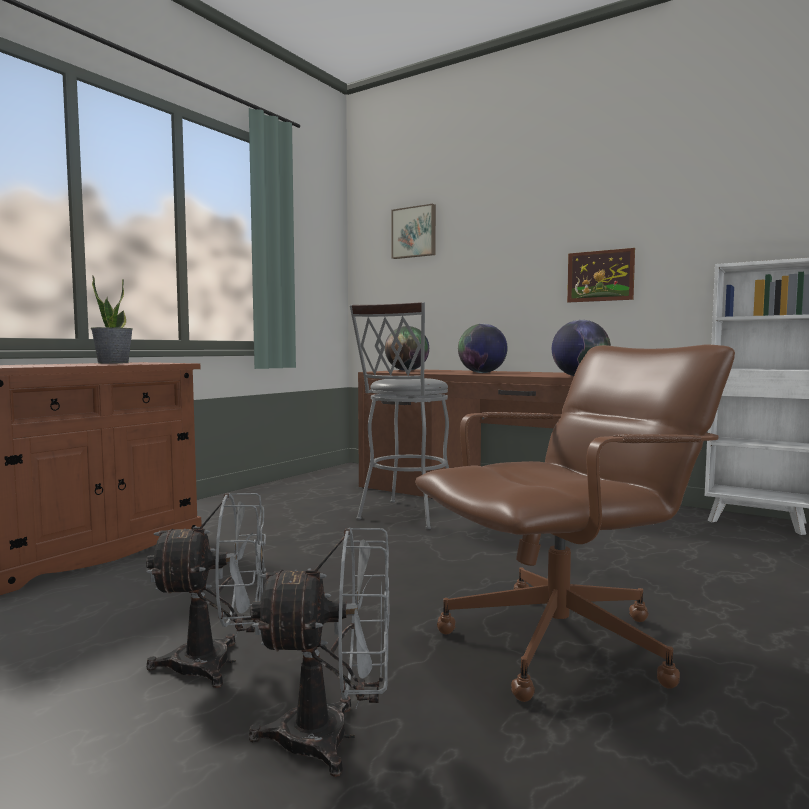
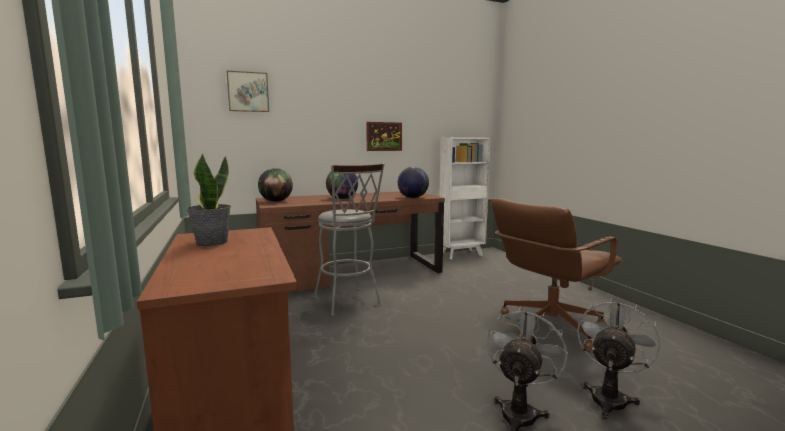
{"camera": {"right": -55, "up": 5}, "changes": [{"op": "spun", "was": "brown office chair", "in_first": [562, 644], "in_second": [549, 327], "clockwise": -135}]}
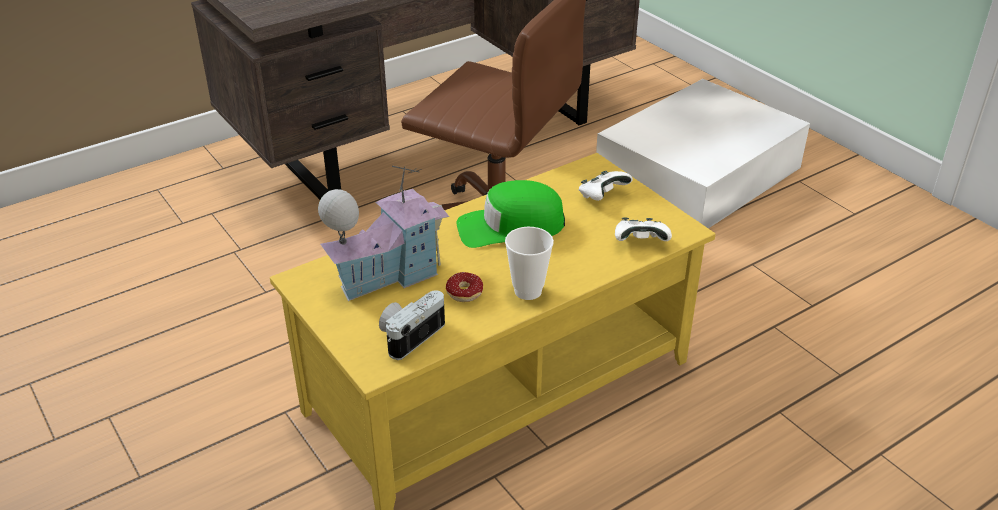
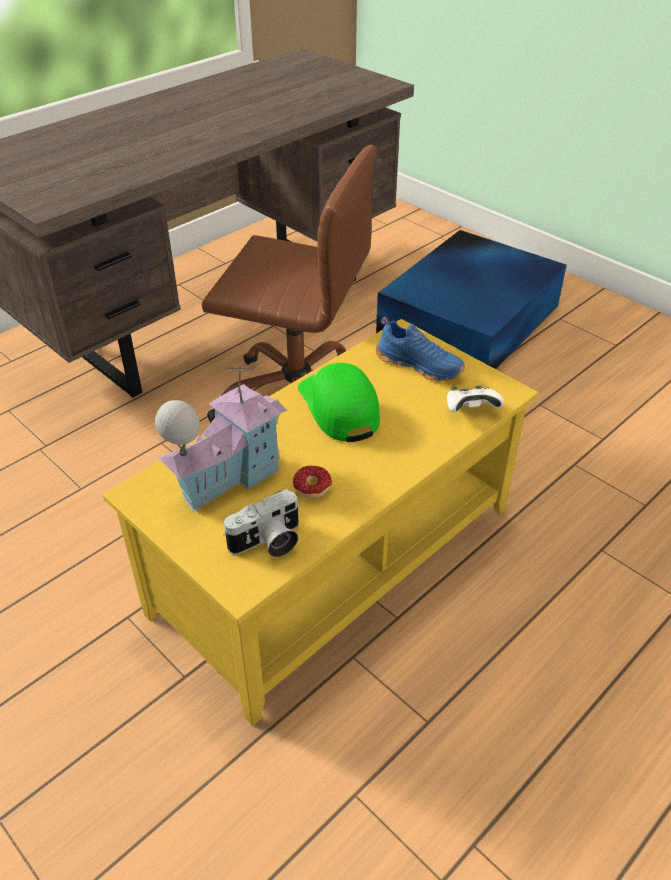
{"camera": {"right": -10, "up": 5}, "changes": [{"op": "spun", "was": "photo camera", "in_first": [410, 335], "in_second": [268, 543], "clockwise": -150}, {"op": "spun", "was": "green cap", "in_first": [510, 226], "in_second": [339, 407], "clockwise": 90}, {"op": "missing", "was": "cup", "in_first": [528, 291]}, {"op": "exchanged", "was": "white game controller", "now": "blue shoe", "in_first": [602, 196], "in_second": [420, 364]}, {"op": "colour", "was": "white storage box", "now": "blue storage box", "in_first": [700, 172], "in_second": [471, 319]}]}
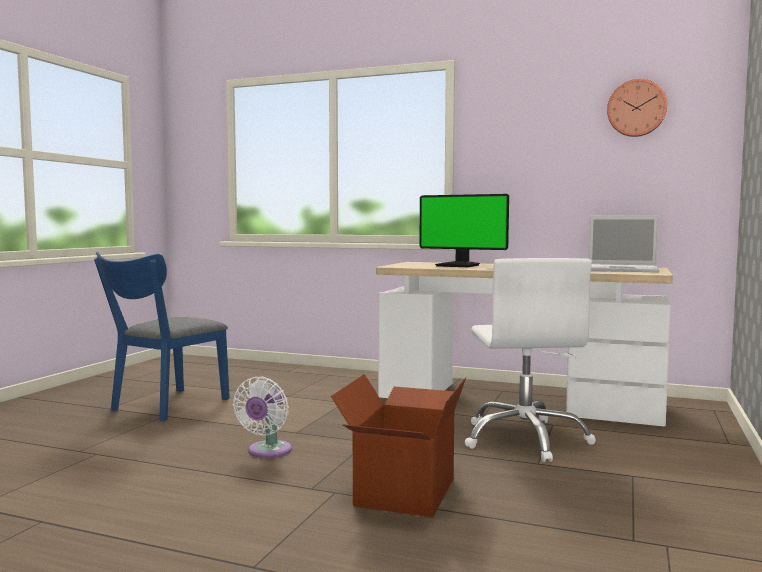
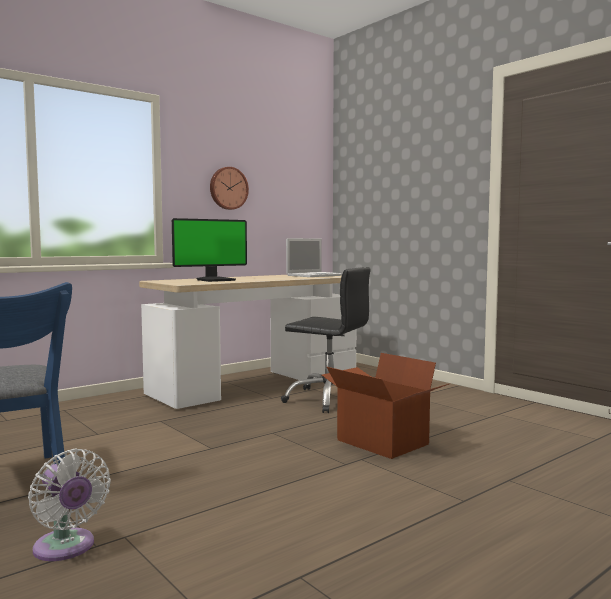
{"camera": {"right": -60, "up": 0}, "changes": [{"op": "relocated", "was": "white fan", "in_first": [267, 452], "in_second": [66, 548]}, {"op": "colour", "was": "white office chair", "now": "black office chair", "in_first": [525, 439], "in_second": [329, 399]}, {"op": "relocated", "was": "wall clock", "in_first": [636, 108], "in_second": [228, 188]}]}
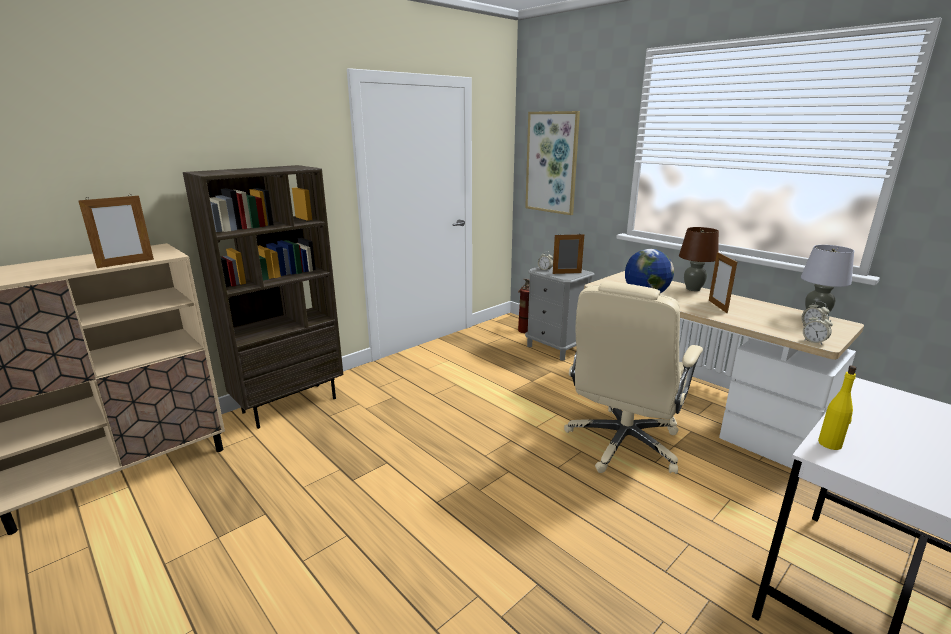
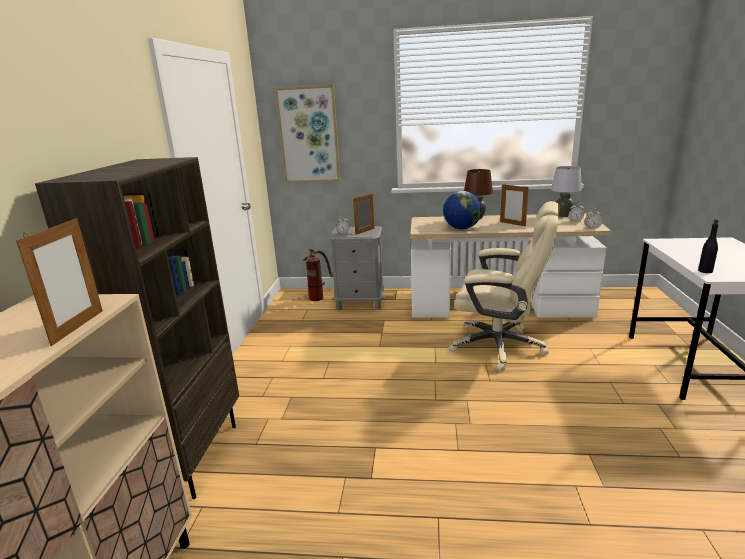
{"camera": {"right": -40, "up": 0}, "changes": [{"op": "spun", "was": "beige office chair", "in_first": [623, 444], "in_second": [500, 346], "clockwise": -60}, {"op": "colour", "was": "yellow bottle", "now": "black bottle", "in_first": [830, 444], "in_second": [705, 271]}]}
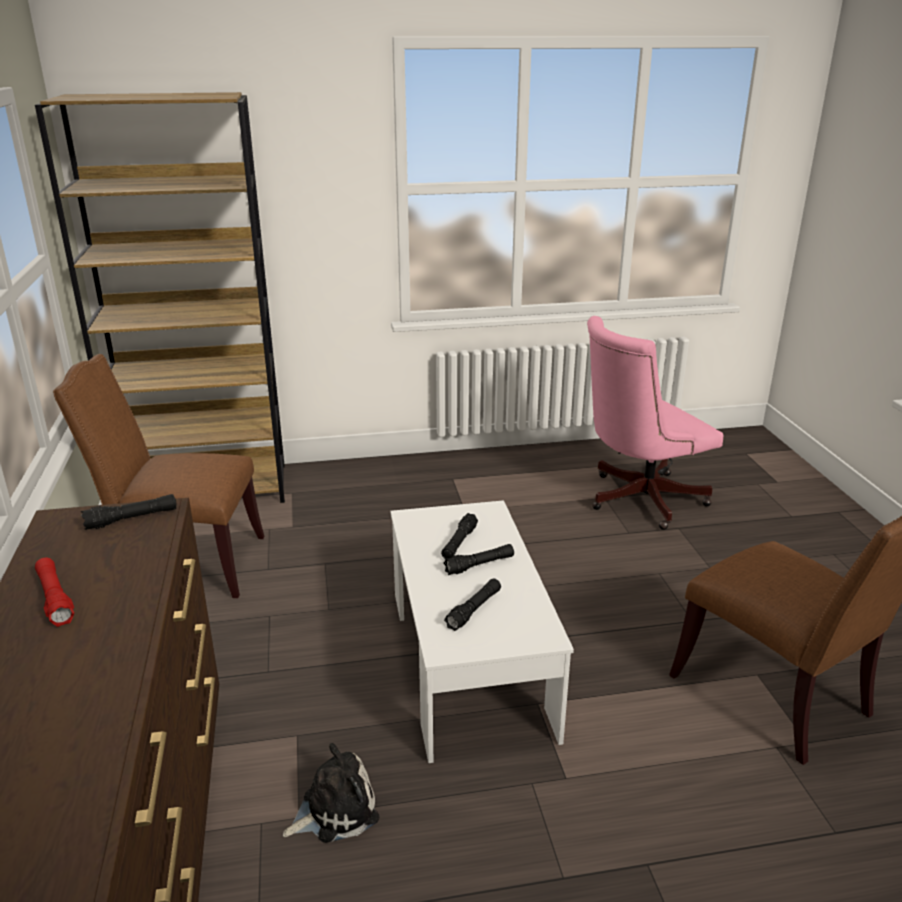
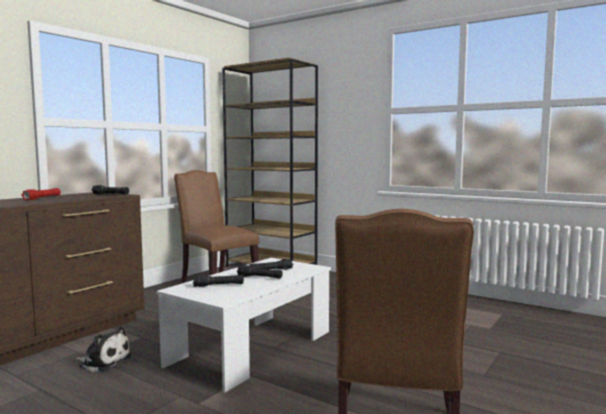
{"camera": {"right": 45, "up": -20}, "changes": [{"op": "missing", "was": "pink office chair", "in_first": [638, 499]}]}
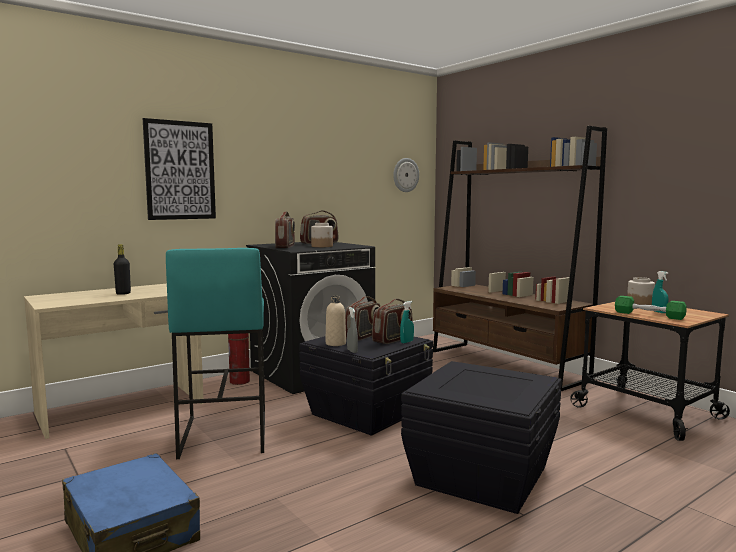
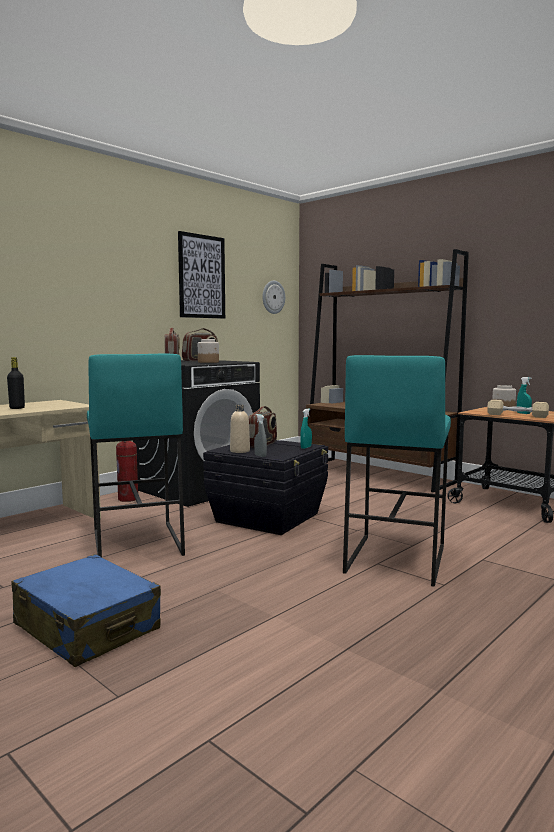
{"camera": {"right": -10, "up": 0}, "changes": [{"op": "relocated", "was": "picture", "in_first": [180, 170], "in_second": [201, 276]}, {"op": "missing", "was": "radio", "in_first": [393, 339]}, {"op": "exchanged", "was": "black storage box", "now": "turquoise stool", "in_first": [481, 475], "in_second": [394, 559]}, {"op": "colour", "was": "green dumbbell", "now": "beige dumbbell", "in_first": [649, 315], "in_second": [517, 415]}]}
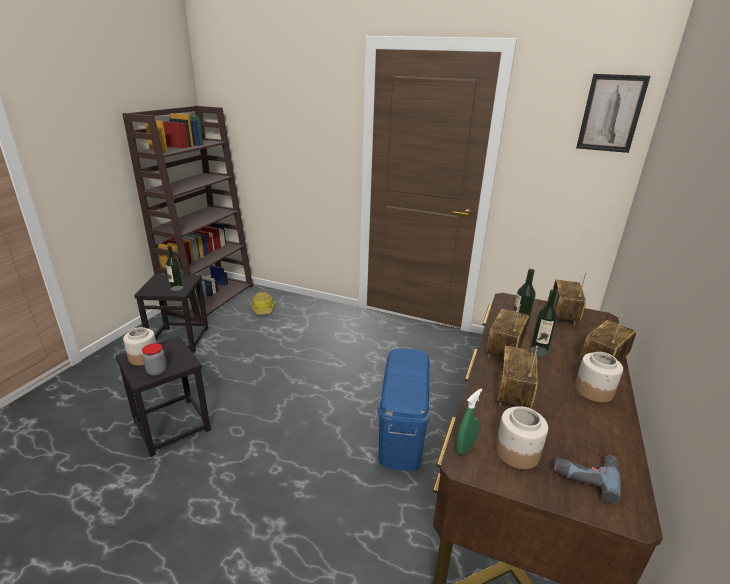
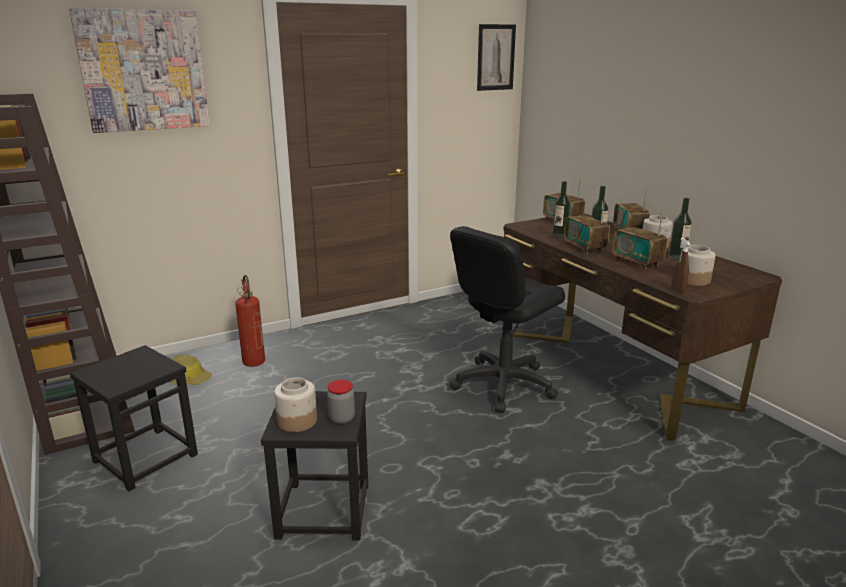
{"camera": {"right": -50, "up": -5}, "changes": [{"op": "relocated", "was": "bottle", "in_first": [177, 288], "in_second": [677, 257]}, {"op": "exchanged", "was": "blue storage box", "now": "black office chair", "in_first": [401, 434], "in_second": [503, 384]}, {"op": "colour", "was": "green spray bottle", "now": "brown spray bottle", "in_first": [465, 448], "in_second": [677, 290]}, {"op": "missing", "was": "power drill", "in_first": [585, 473]}, {"op": "appeared", "now": "picture", "in_second": [144, 71]}, {"op": "appeared", "now": "fire extinguisher", "in_second": [254, 364]}]}
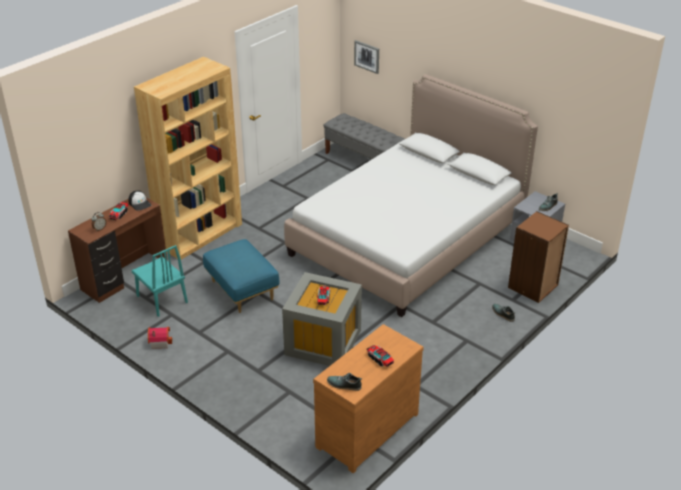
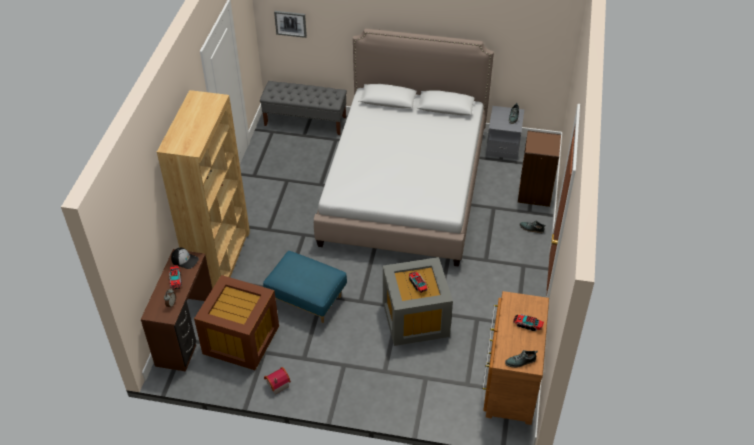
{"camera": {"right": -30, "up": 10}, "changes": [{"op": "exchanged", "was": "turquoise chair", "now": "brown storage box", "in_first": [162, 299], "in_second": [241, 340]}]}
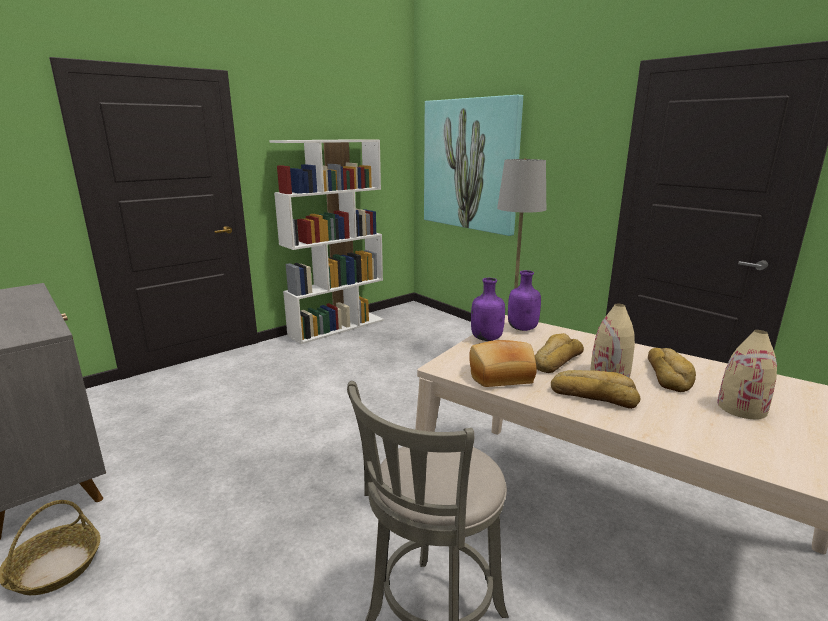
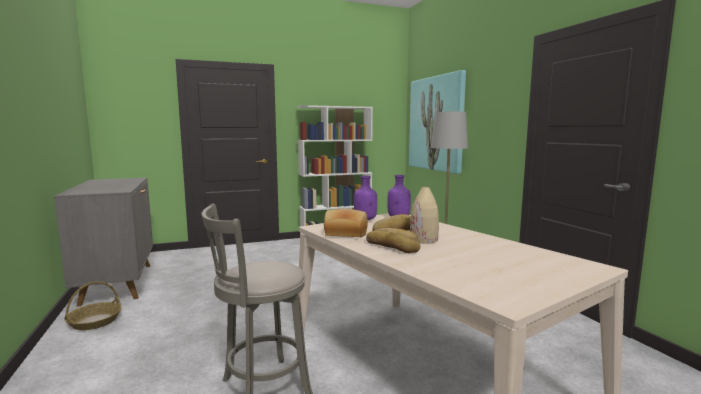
{"camera": {"right": 20, "up": -10}, "changes": [{"op": "missing", "was": "bread", "in_first": [668, 375]}, {"op": "missing", "was": "beige vase", "in_first": [742, 408]}]}
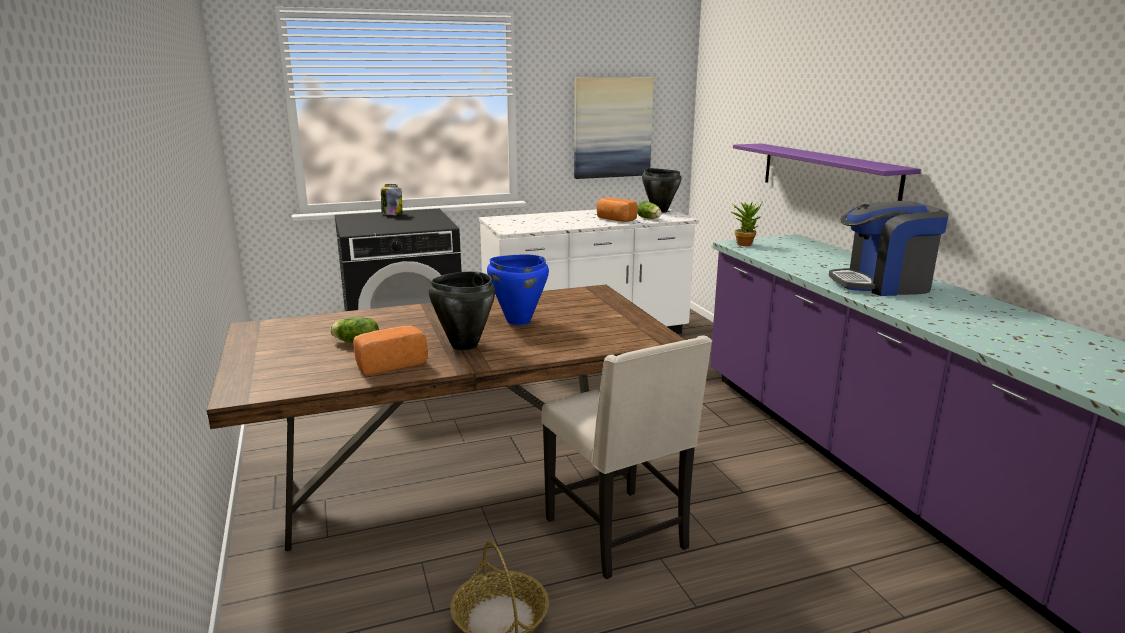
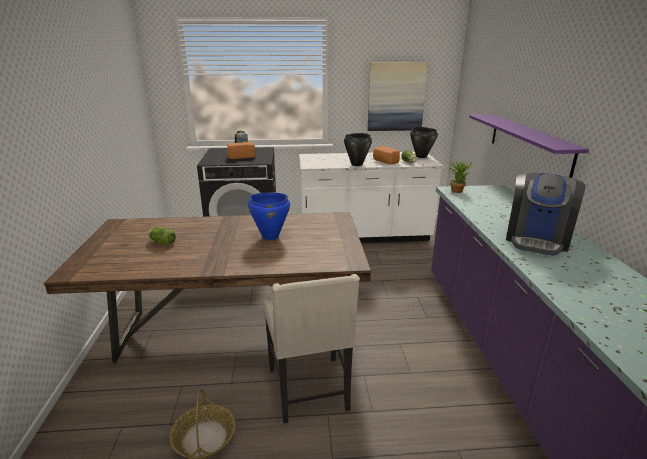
{"camera": {"right": 15, "up": 5}, "changes": [{"op": "relocated", "was": "bread", "in_first": [389, 364], "in_second": [241, 157]}, {"op": "relocated", "was": "black cooking pot", "in_first": [464, 345], "in_second": [356, 164]}, {"op": "spun", "was": "coffee machine", "in_first": [882, 285], "in_second": [537, 239], "clockwise": -75}]}
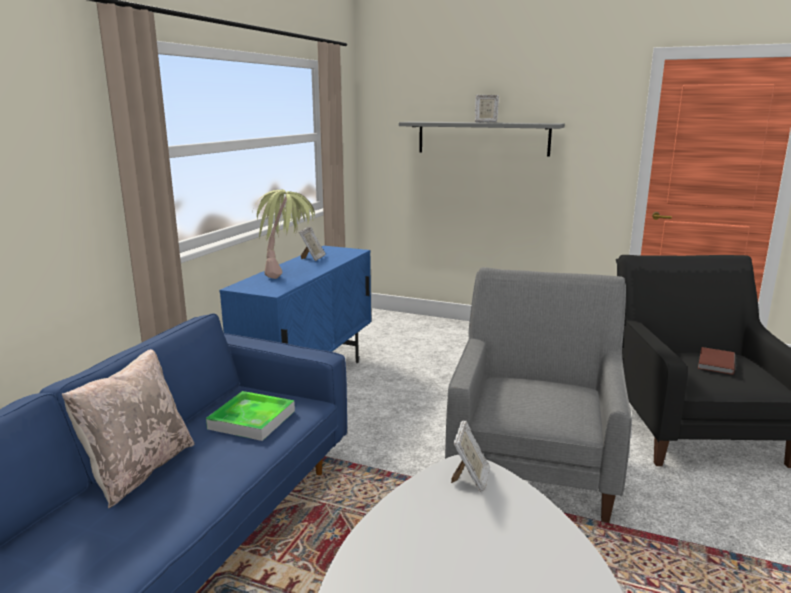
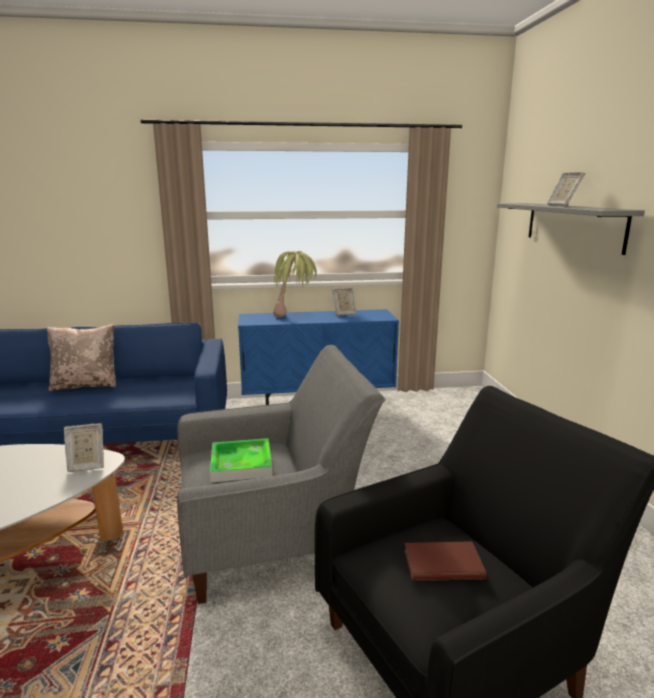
{"camera": {"right": 60, "up": 0}, "changes": [{"op": "relocated", "was": "tray", "in_first": [252, 420], "in_second": [241, 464]}]}
